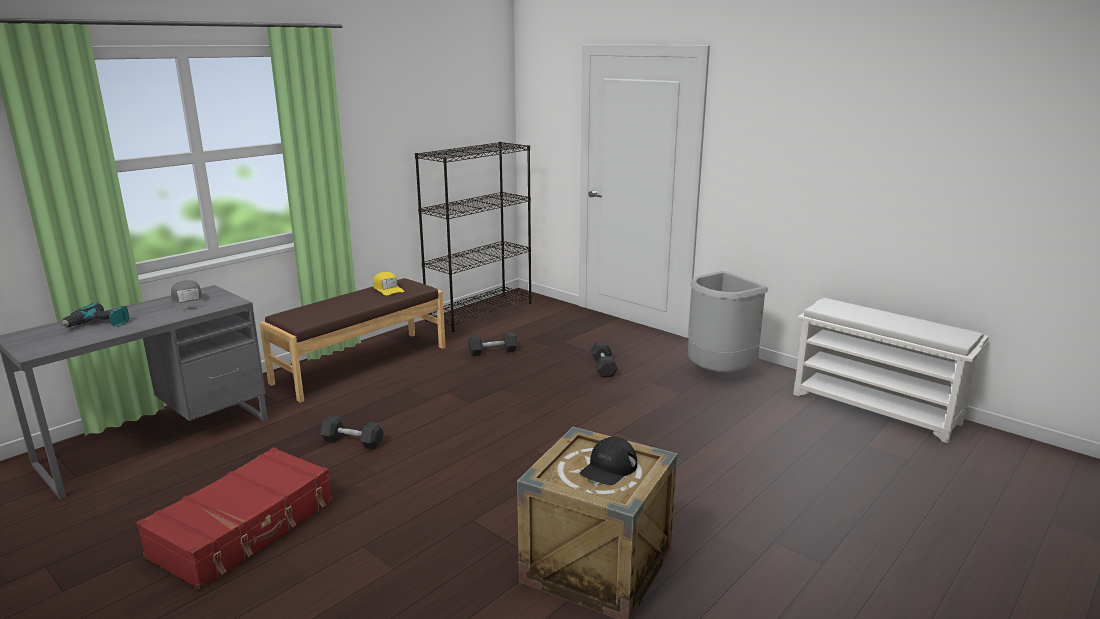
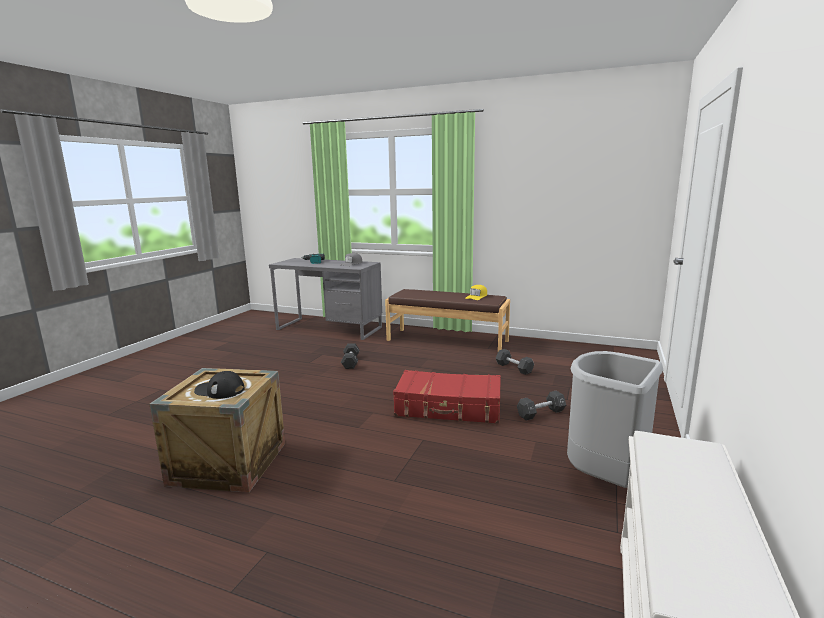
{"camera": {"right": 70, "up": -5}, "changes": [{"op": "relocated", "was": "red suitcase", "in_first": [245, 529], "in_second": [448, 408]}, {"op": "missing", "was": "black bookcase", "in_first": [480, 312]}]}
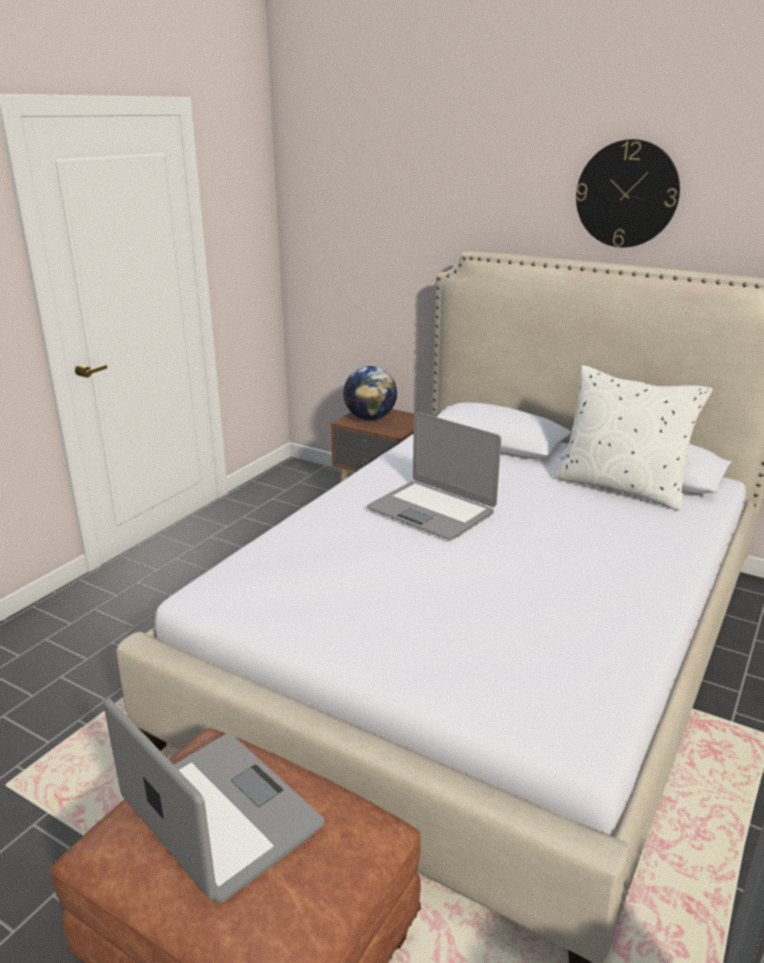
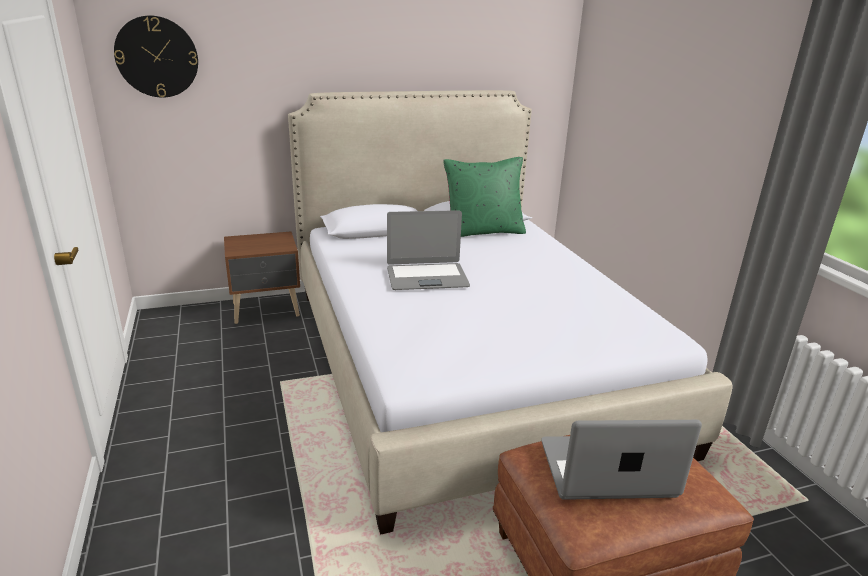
{"camera": {"right": -50, "up": 0}, "changes": [{"op": "missing", "was": "globe", "in_first": [370, 418]}, {"op": "colour", "was": "white pillow", "now": "green pillow", "in_first": [621, 487], "in_second": [483, 231]}, {"op": "relocated", "was": "wall clock", "in_first": [627, 194], "in_second": [157, 57]}]}
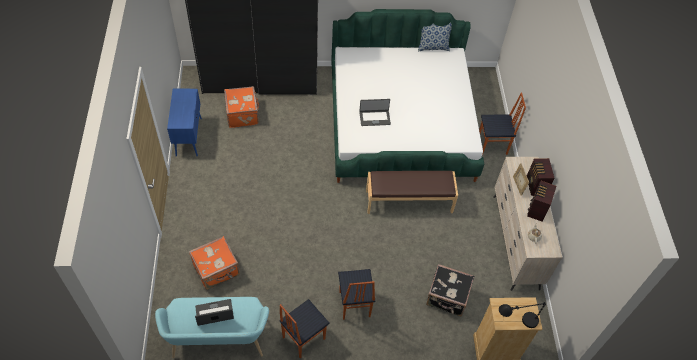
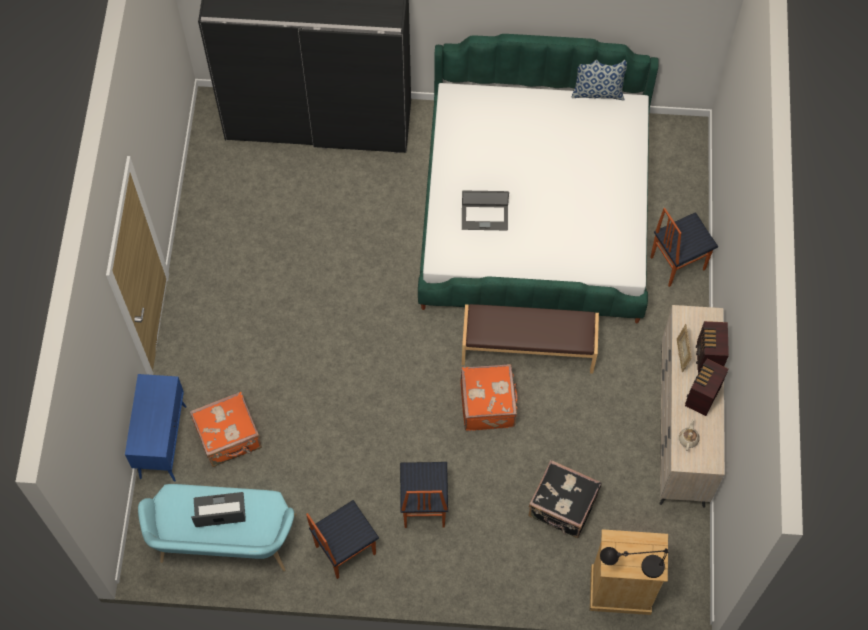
{"camera": {"right": 10, "up": 10}, "changes": [{"op": "relocated", "was": "blue cabinet", "in_first": [189, 136], "in_second": [163, 441]}, {"op": "relocated", "was": "orange suitcase", "in_first": [243, 114], "in_second": [488, 404]}, {"op": "spun", "was": "chair", "in_first": [492, 146], "in_second": [676, 263], "clockwise": 150}]}
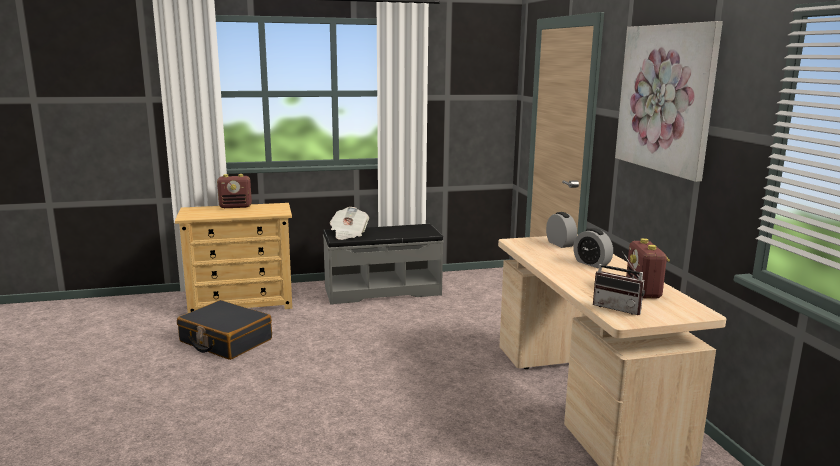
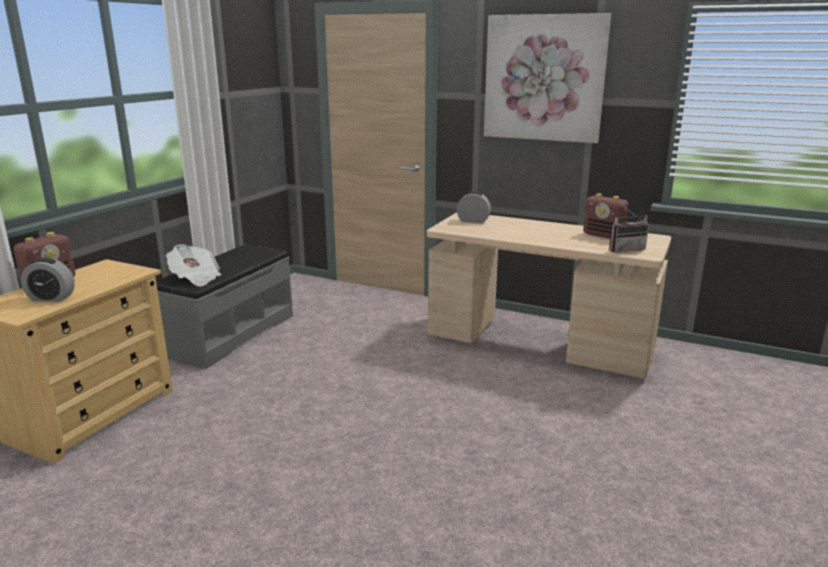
{"camera": {"right": -50, "up": 5}, "changes": [{"op": "missing", "was": "black suitcase", "in_first": [225, 341]}, {"op": "relocated", "was": "alarm clock", "in_first": [591, 263], "in_second": [51, 298]}]}
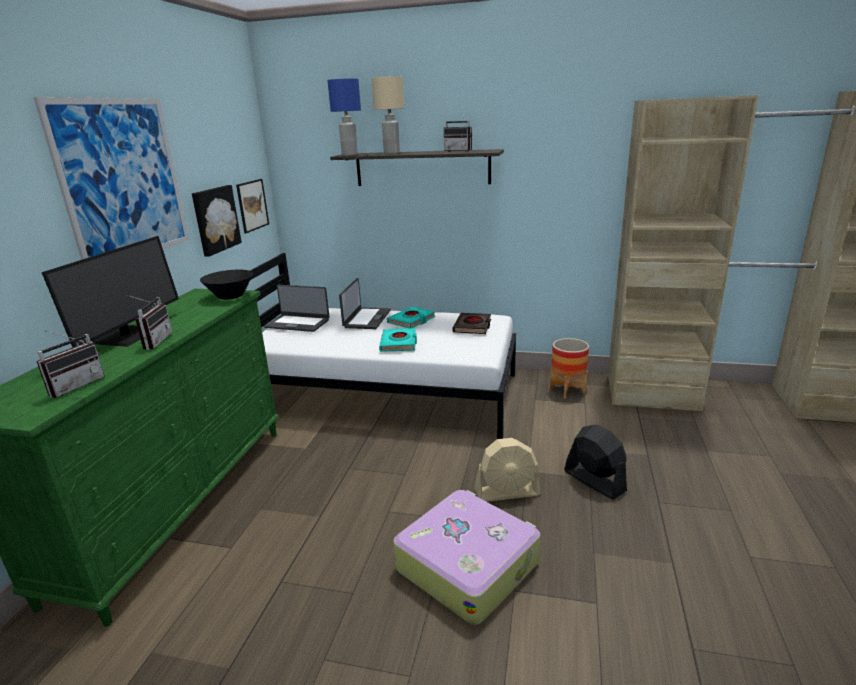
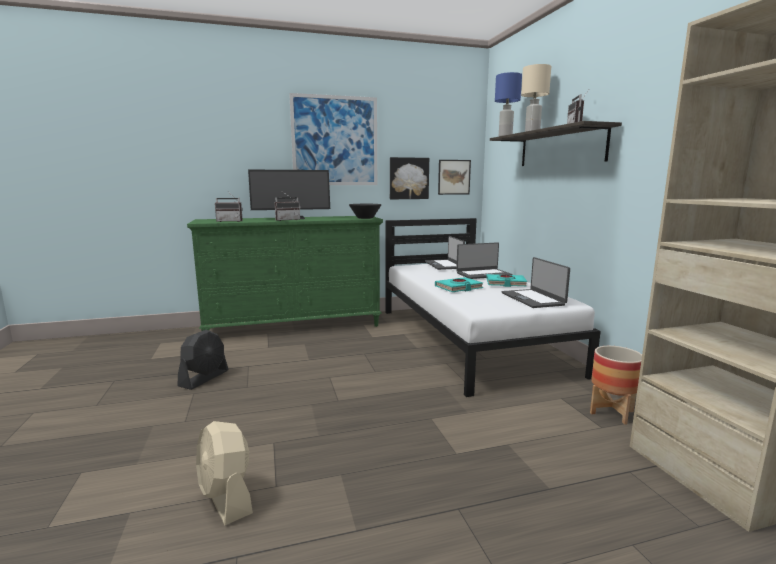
{"camera": {"right": 60, "up": -10}, "changes": [{"op": "missing", "was": "suitcase", "in_first": [467, 564]}, {"op": "exchanged", "was": "black book", "now": "laptop", "in_first": [472, 326], "in_second": [533, 299]}, {"op": "relocated", "was": "beige fan", "in_first": [507, 492], "in_second": [226, 497]}, {"op": "relocated", "was": "black fan", "in_first": [594, 481], "in_second": [204, 378]}]}
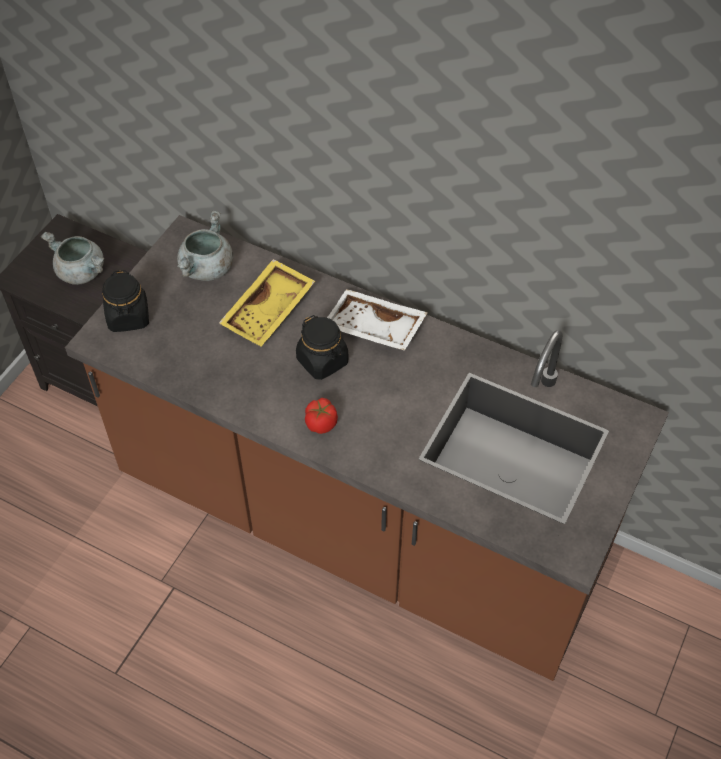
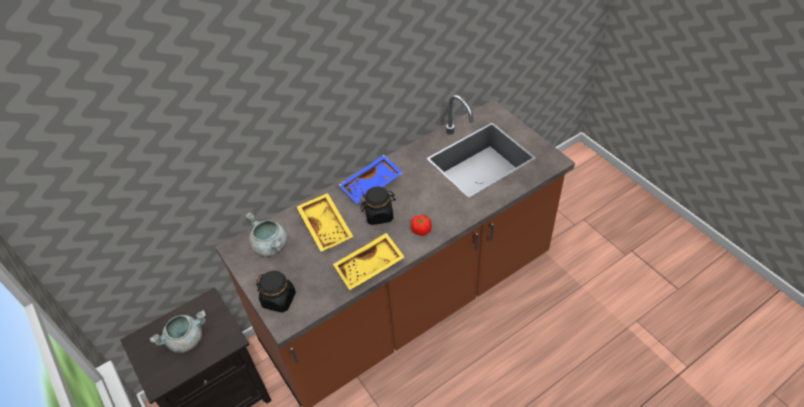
{"camera": {"right": -60, "up": -5}, "changes": [{"op": "colour", "was": "white tray", "now": "blue tray", "in_first": [373, 329], "in_second": [372, 185]}, {"op": "appeared", "now": "yellow tray", "in_second": [370, 267]}]}
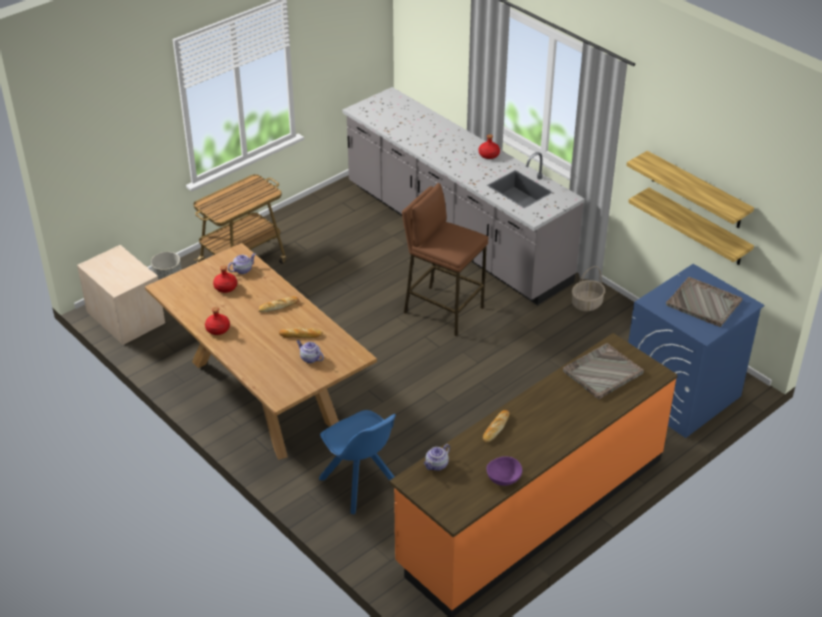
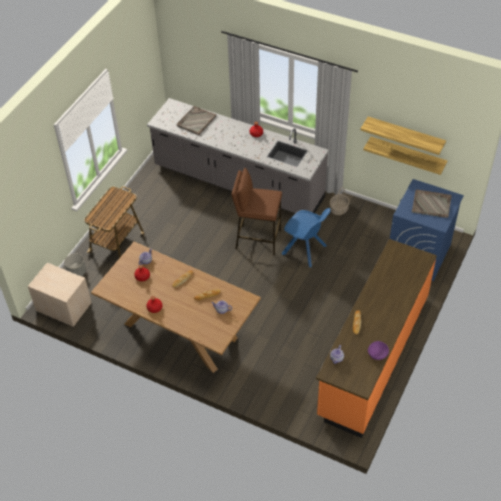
{"camera": {"right": -20, "up": 10}, "changes": [{"op": "relocated", "was": "blue chair", "in_first": [361, 484], "in_second": [305, 250]}, {"op": "relocated", "was": "grey tray", "in_first": [602, 372], "in_second": [196, 121]}]}
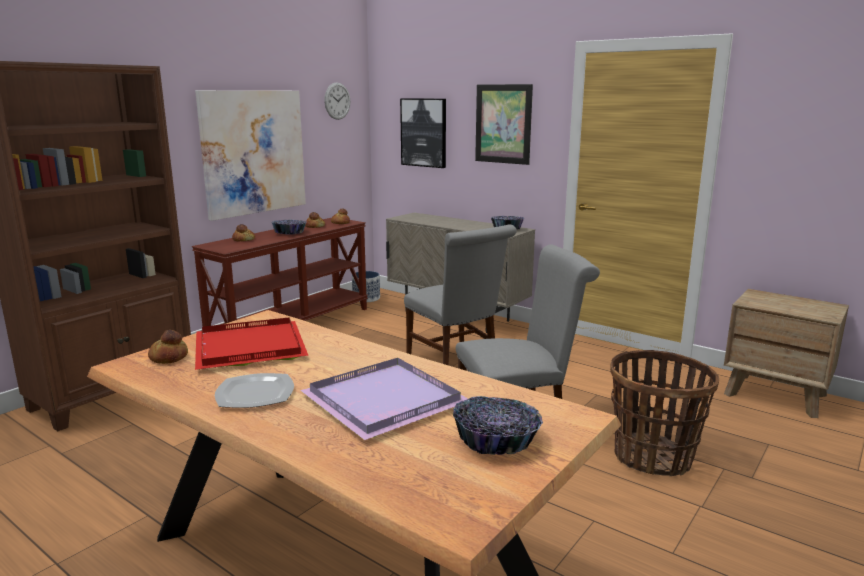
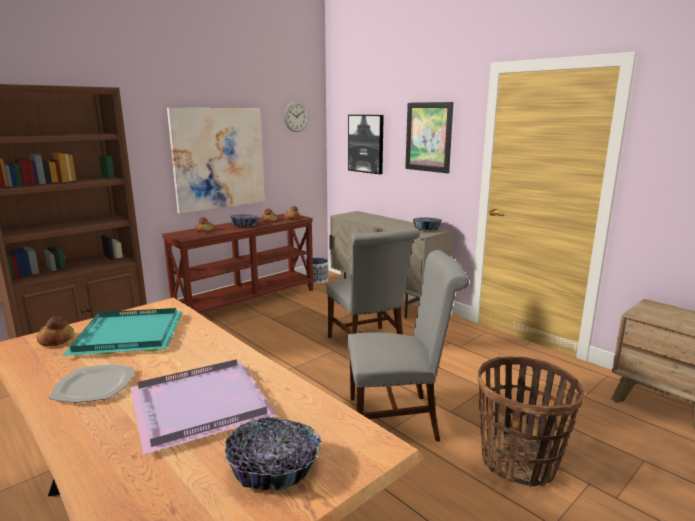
{"camera": {"right": 10, "up": 0}, "changes": [{"op": "colour", "was": "red tray", "now": "turquoise tray", "in_first": [248, 347], "in_second": [127, 334]}]}
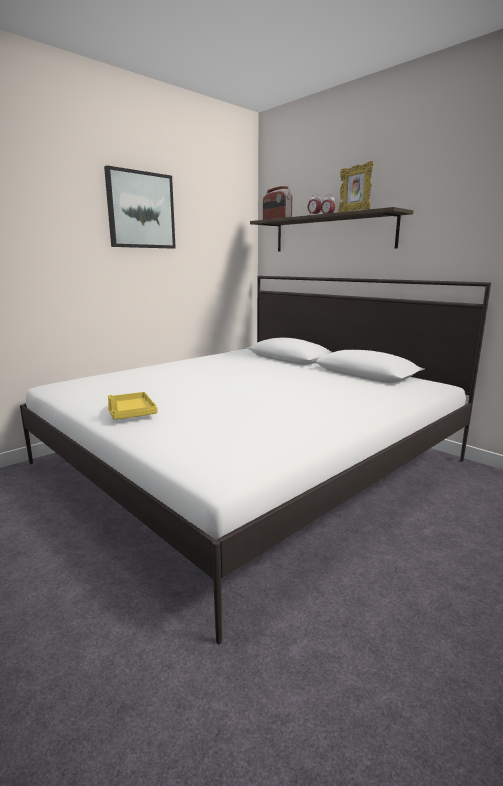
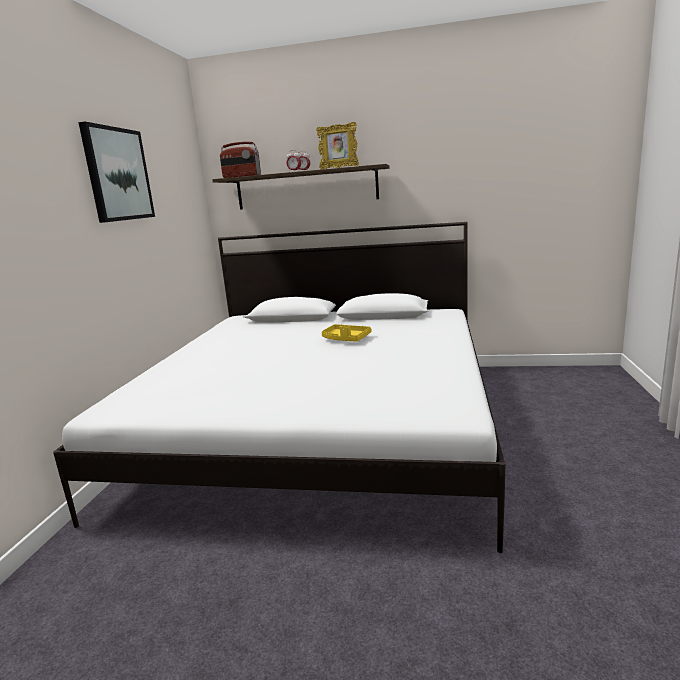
{"camera": {"right": -35, "up": 0}, "changes": [{"op": "relocated", "was": "yellow tray", "in_first": [131, 413], "in_second": [346, 339]}]}
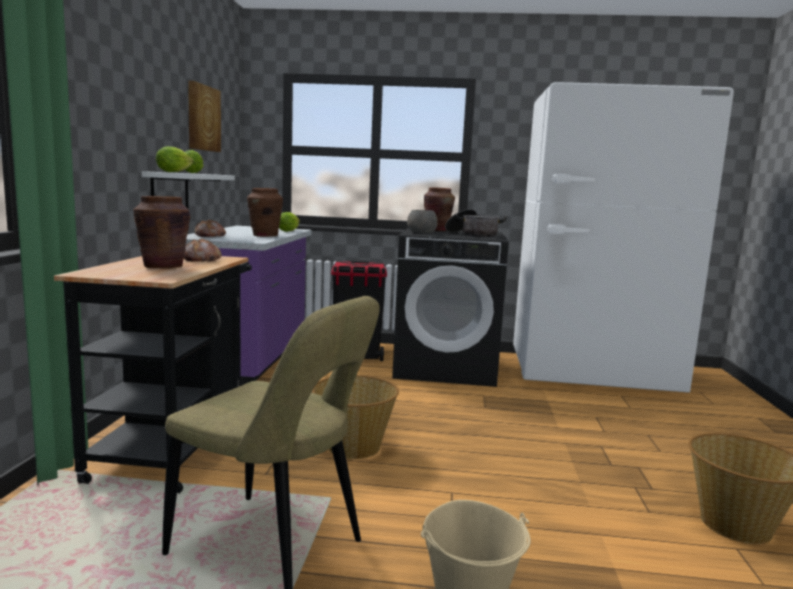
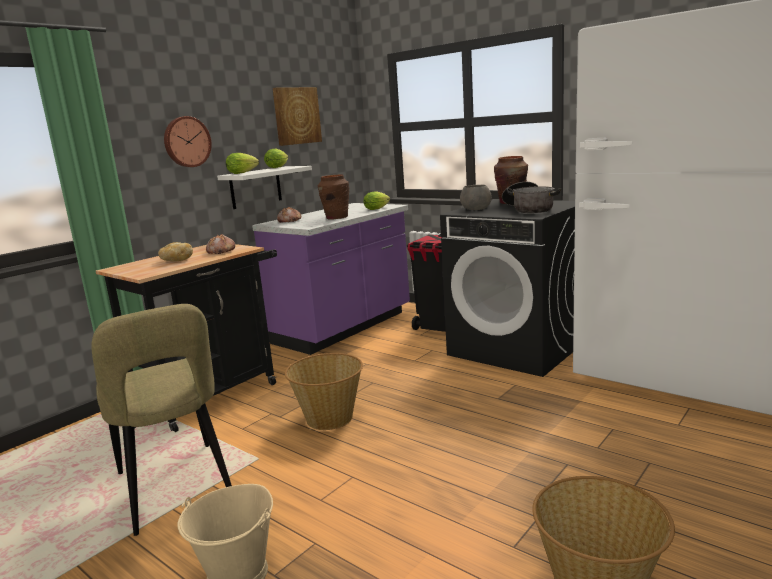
{"camera": {"right": 35, "up": 5}, "changes": [{"op": "exchanged", "was": "brown vase", "now": "bread", "in_first": [163, 267], "in_second": [176, 260]}, {"op": "appeared", "now": "wall clock", "in_second": [186, 142]}]}
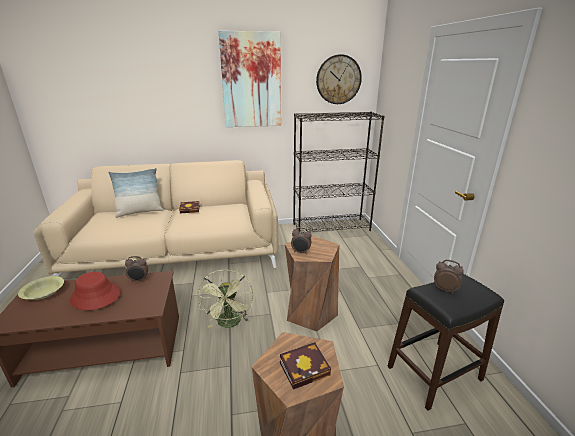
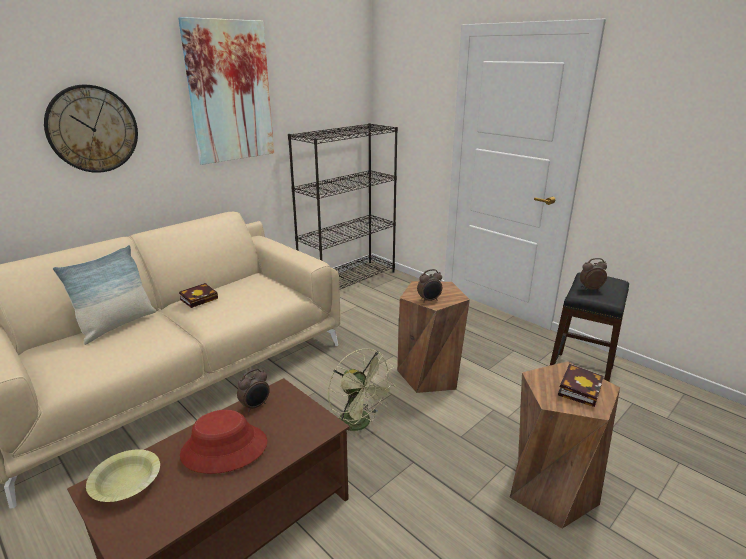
{"camera": {"right": -35, "up": 0}, "changes": [{"op": "relocated", "was": "wall clock", "in_first": [338, 80], "in_second": [92, 129]}]}
